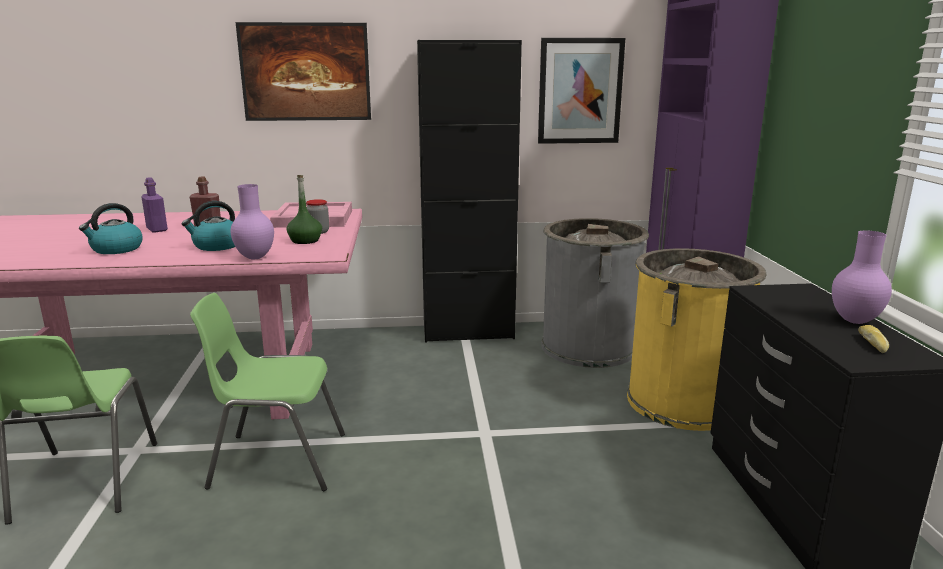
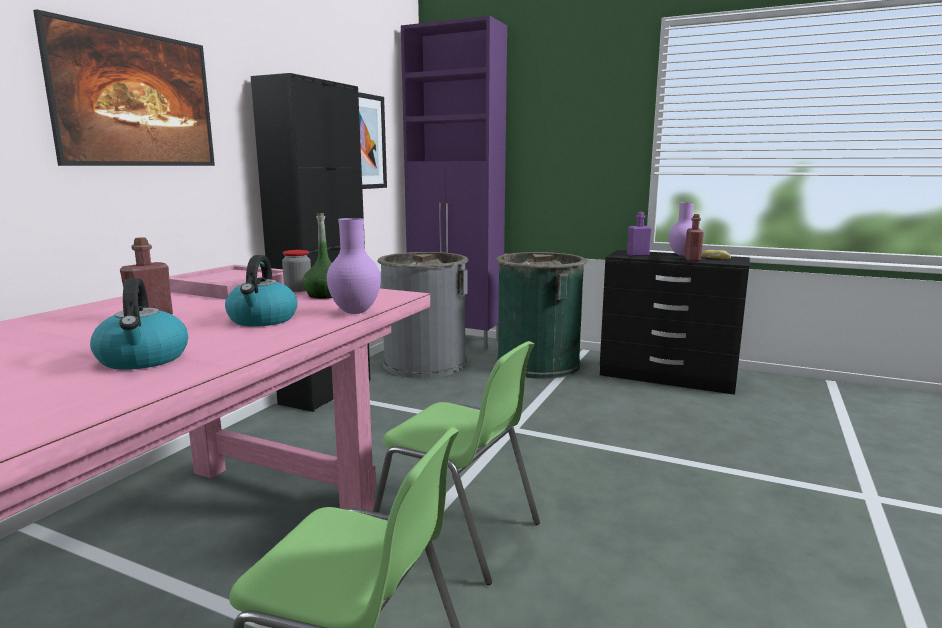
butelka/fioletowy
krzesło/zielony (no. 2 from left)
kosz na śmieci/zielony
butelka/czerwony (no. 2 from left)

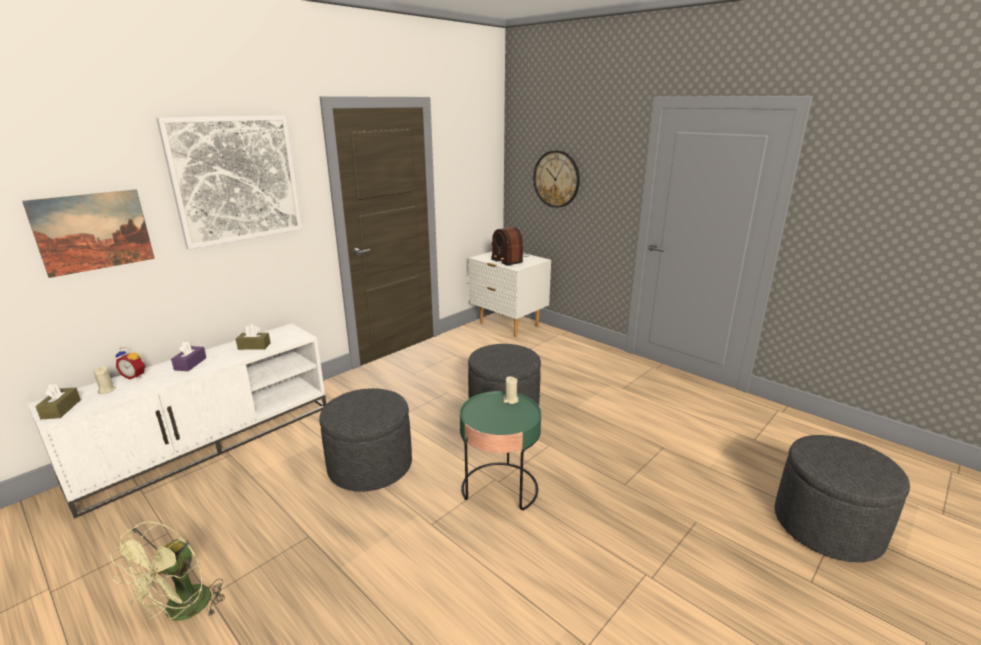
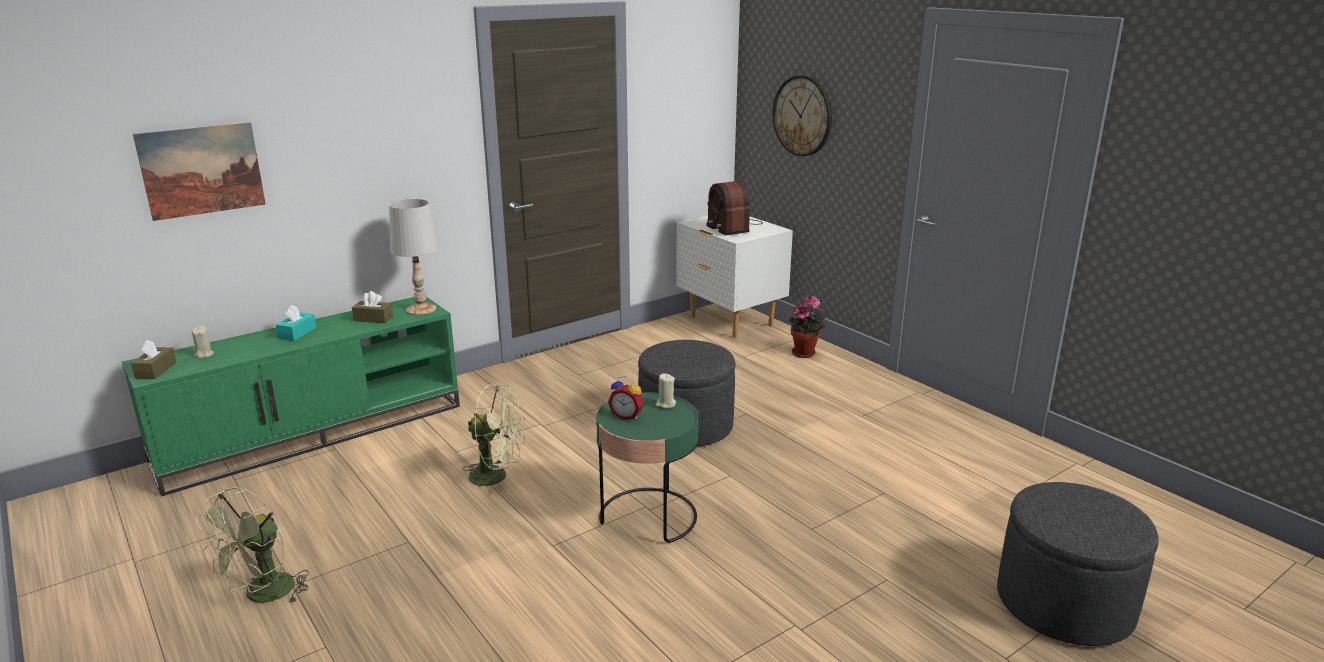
szafka pod telewizor/zielony
budzik
obraz (no. 2 from left in the first image)
pudełko chusteczek/turkusowy
wentylator/zielony (no. 2 from left)
lampa stołowa/biały
roślina doniczkowa

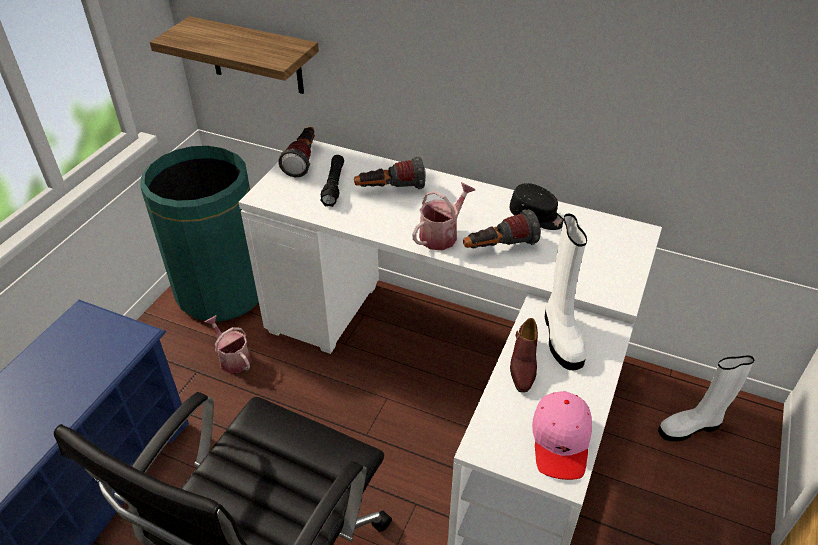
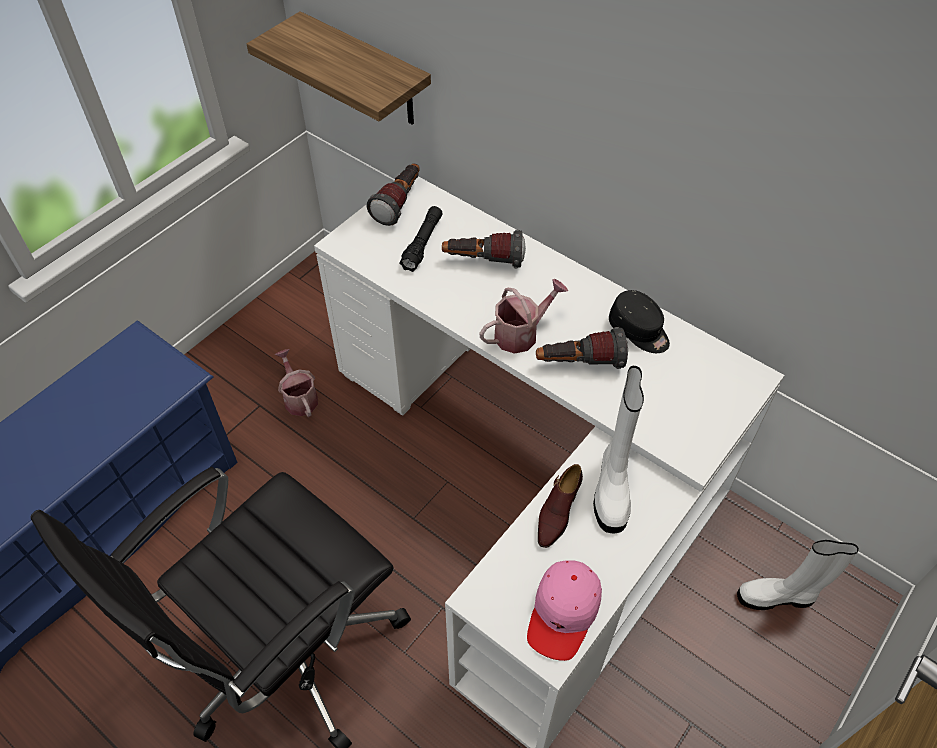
kosz na śmieci/zielony

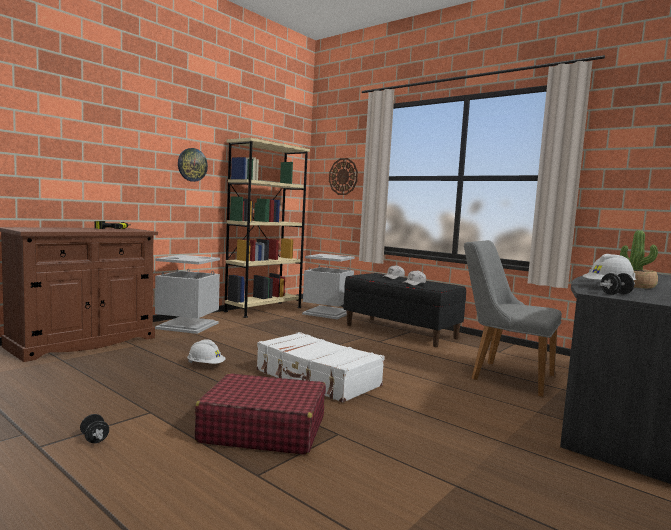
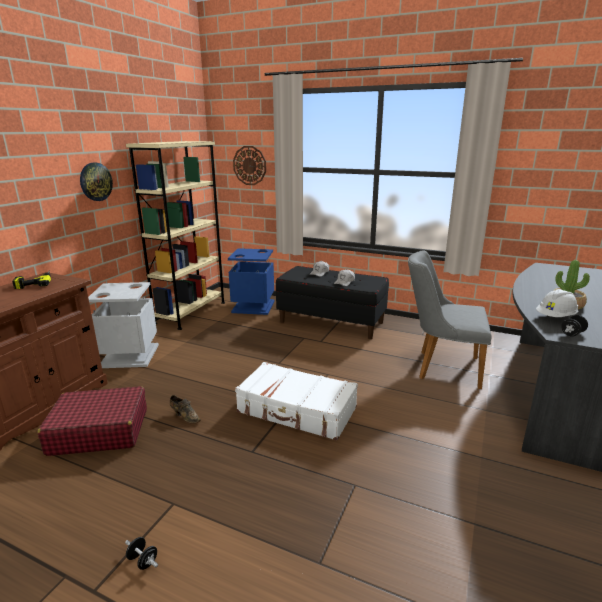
but/brązowy
walizka/czerwony
kosz na śmieci/niebieski

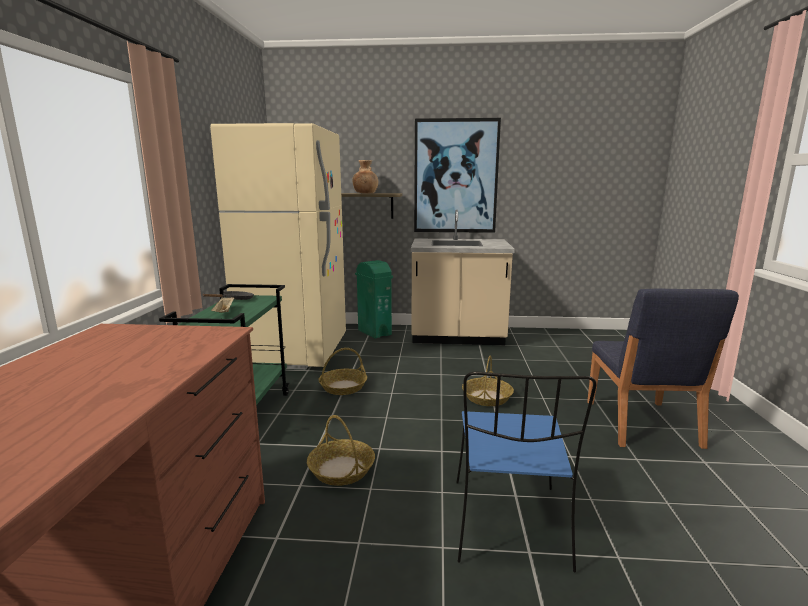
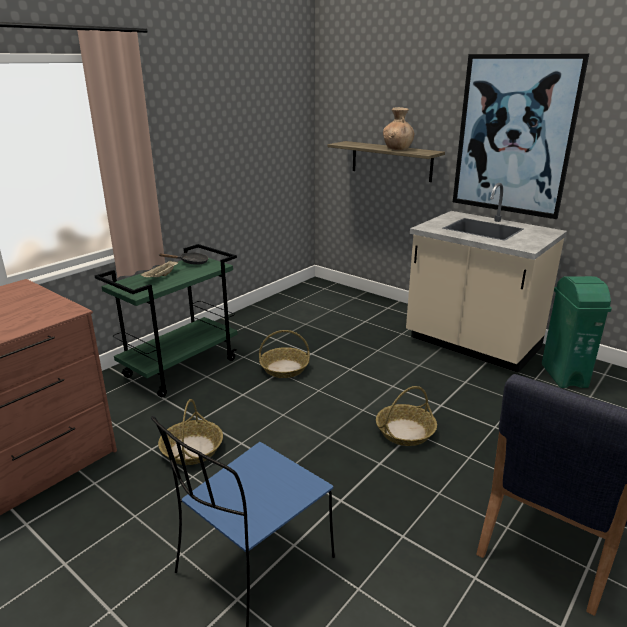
lodówka/beżowy
kosz na śmieci/zielony

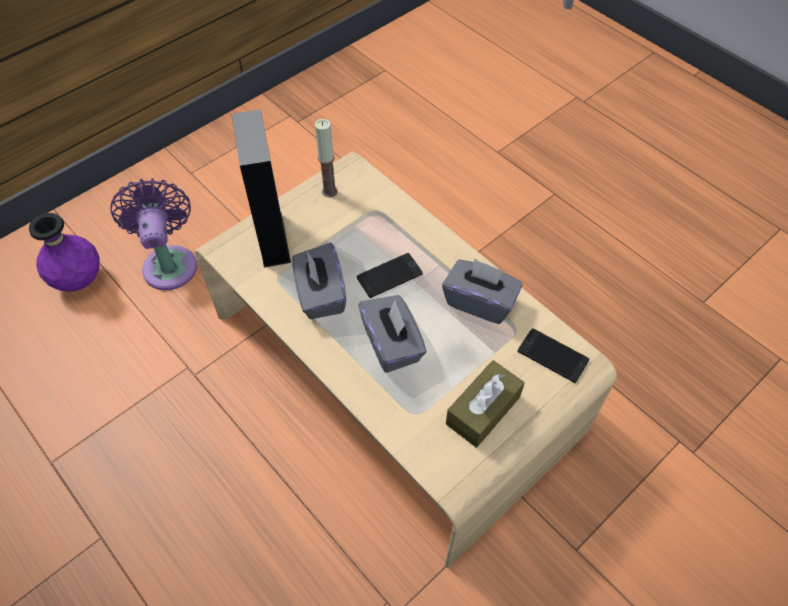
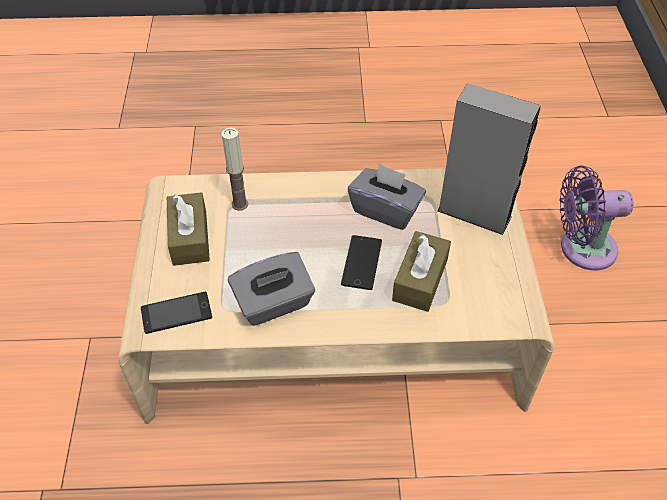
wazon/fioletowy
wentylator/fioletowy
świeca
pudełko chusteczek/szary (no. 2 from left in the first image)
pudełko chusteczek/brązowy (no. 2 from left)

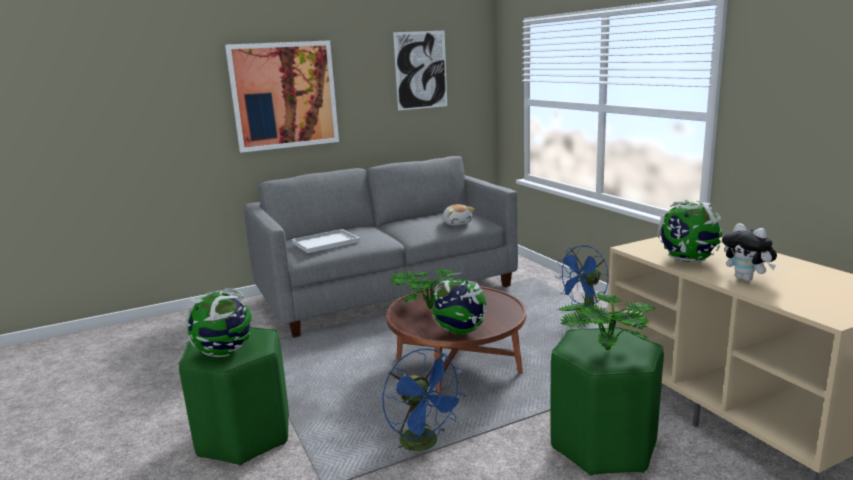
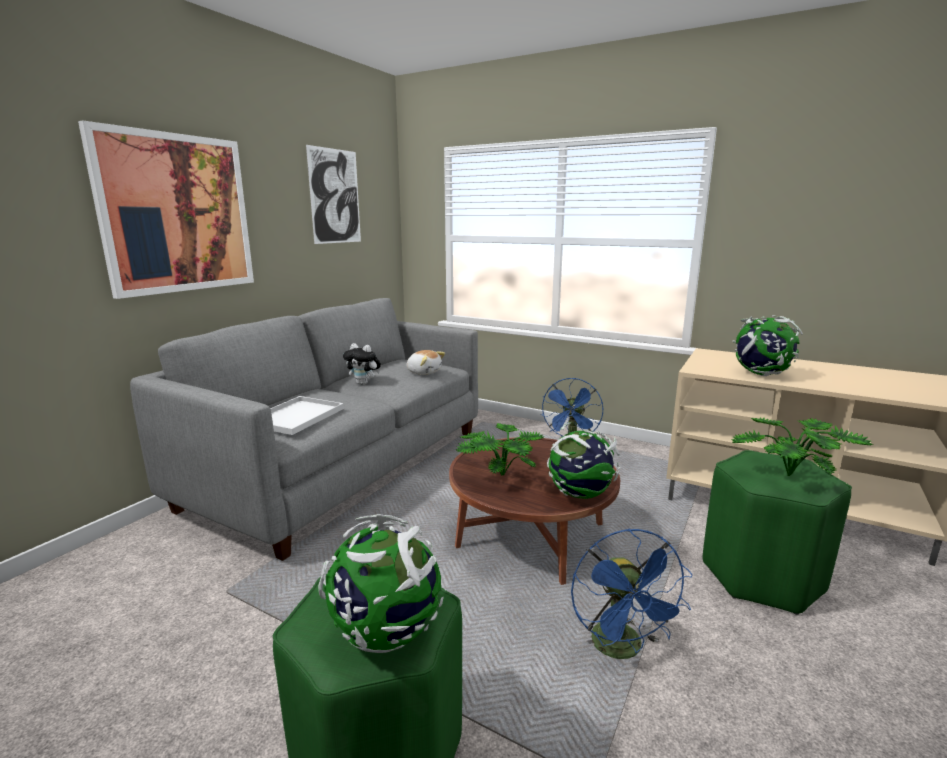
wentylator/niebieski (no. 2 from left)
pluszak (no. 1 from left)

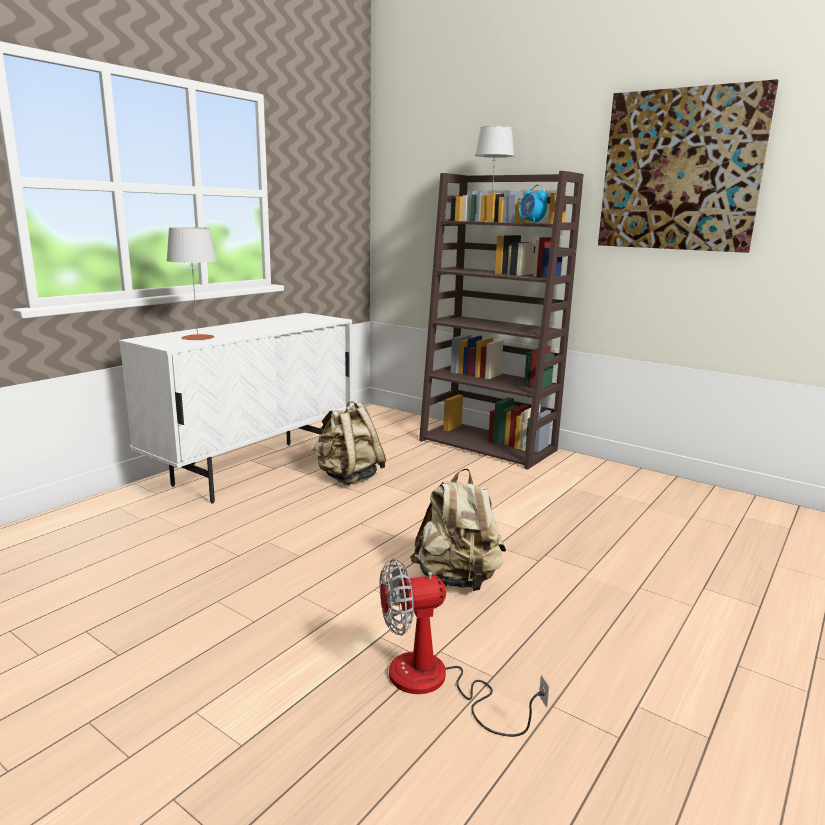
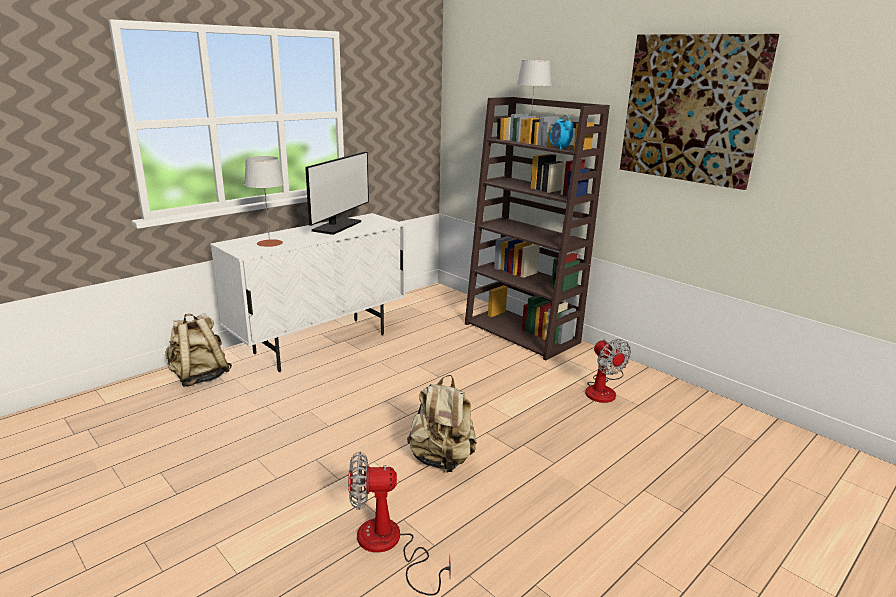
plecak/beżowy (no. 1 from left)
monitor
wentylator (no. 2 from left)

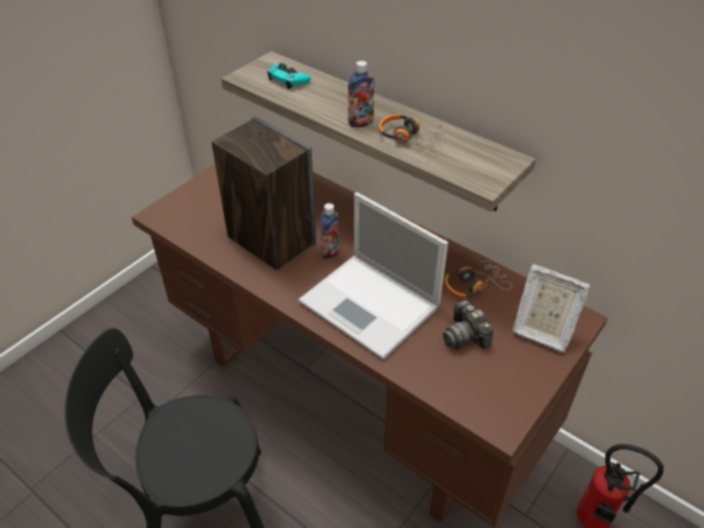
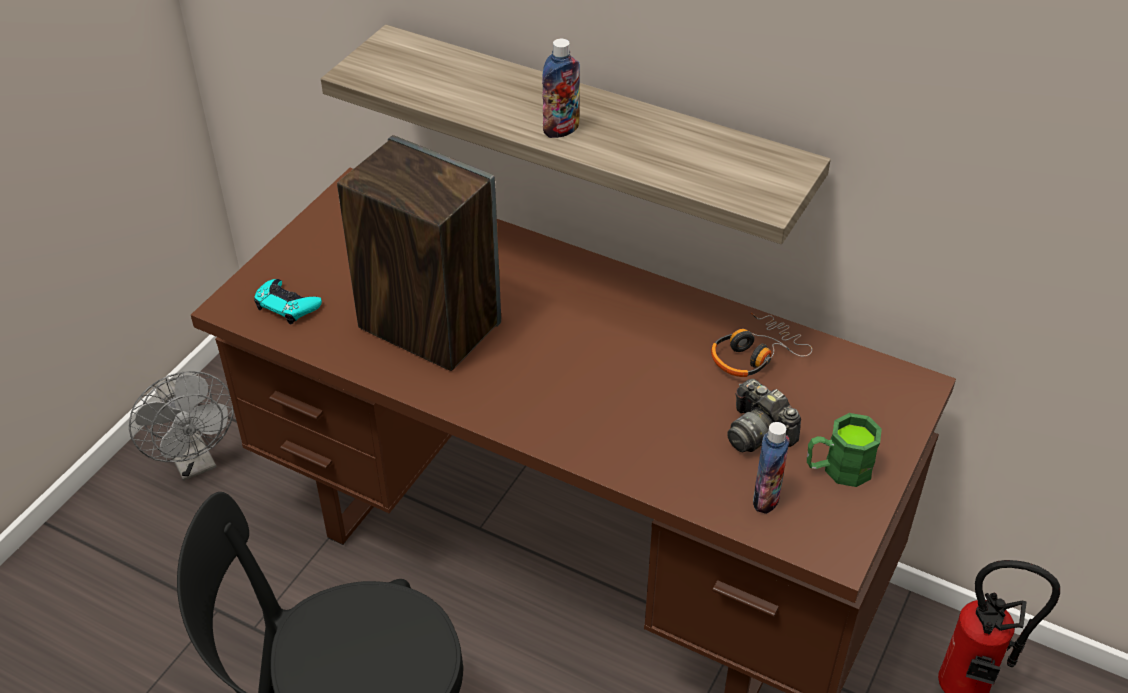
pad do gier/turkusowy
laptop
butelka (no. 2 from left)
słuchawki (no. 1 from left in the first image)
ramka na zdjęcie
wentylator/szary
kubek/zielony

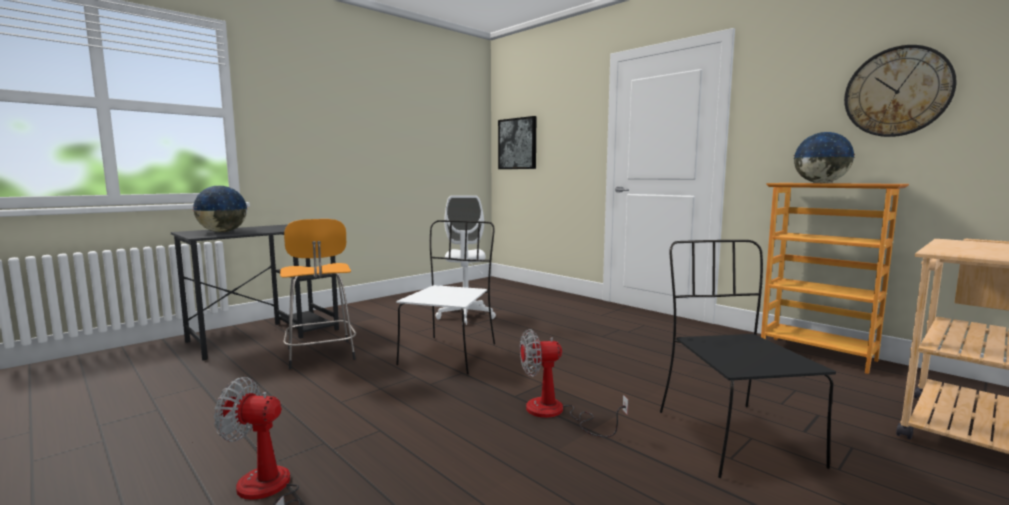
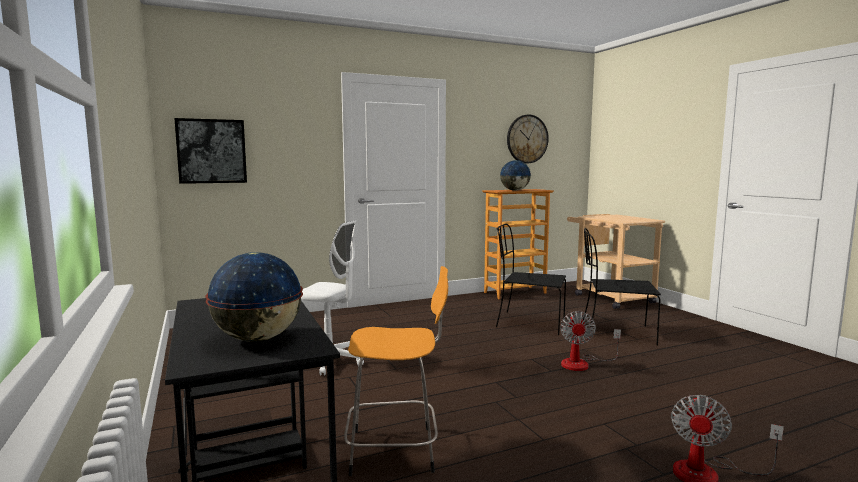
krzesło/biały
krzesło/czarny (no. 1 from left)

